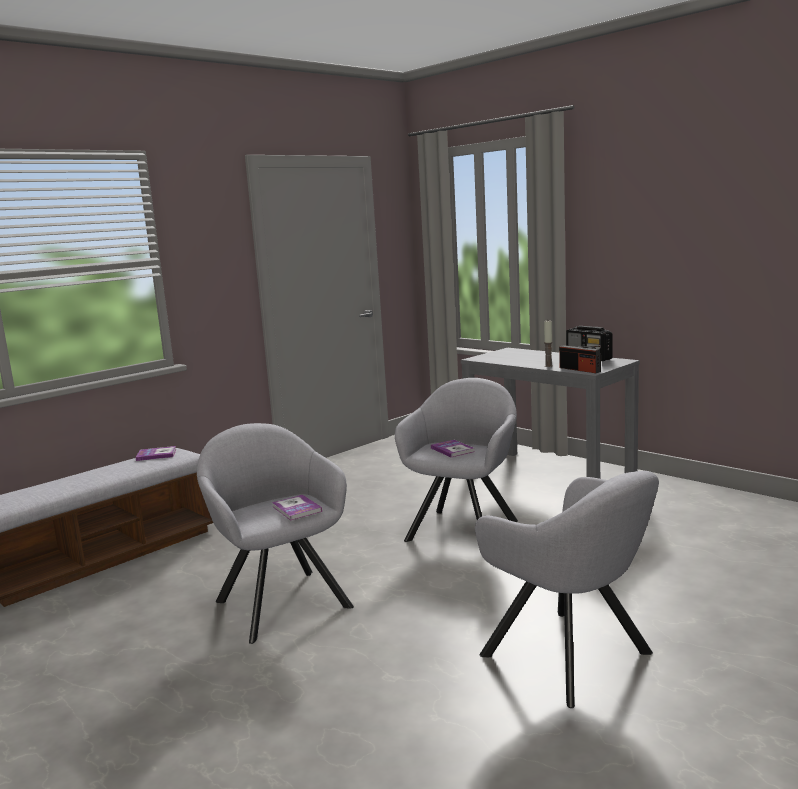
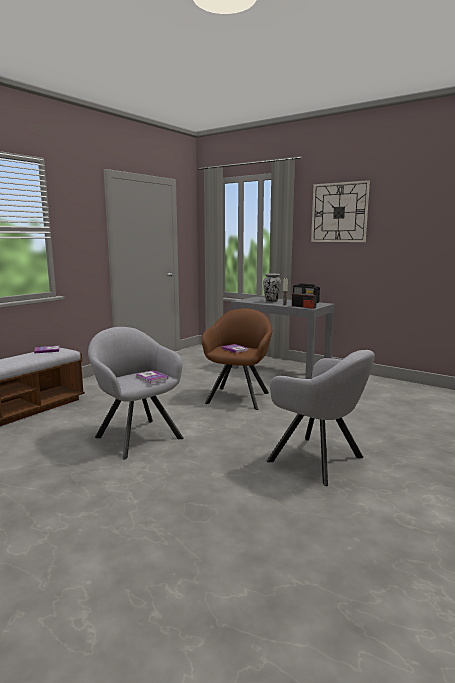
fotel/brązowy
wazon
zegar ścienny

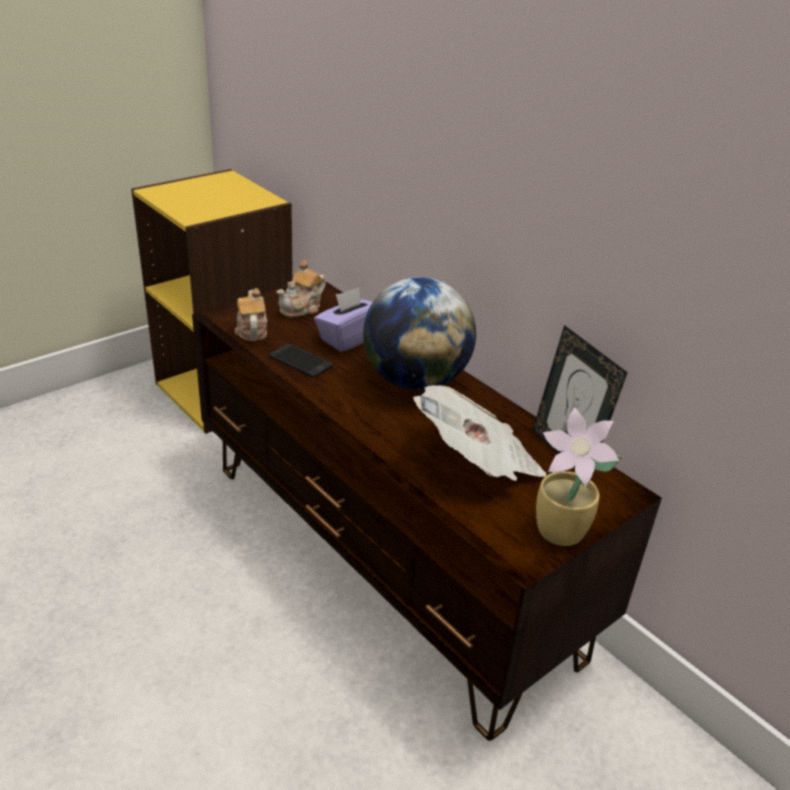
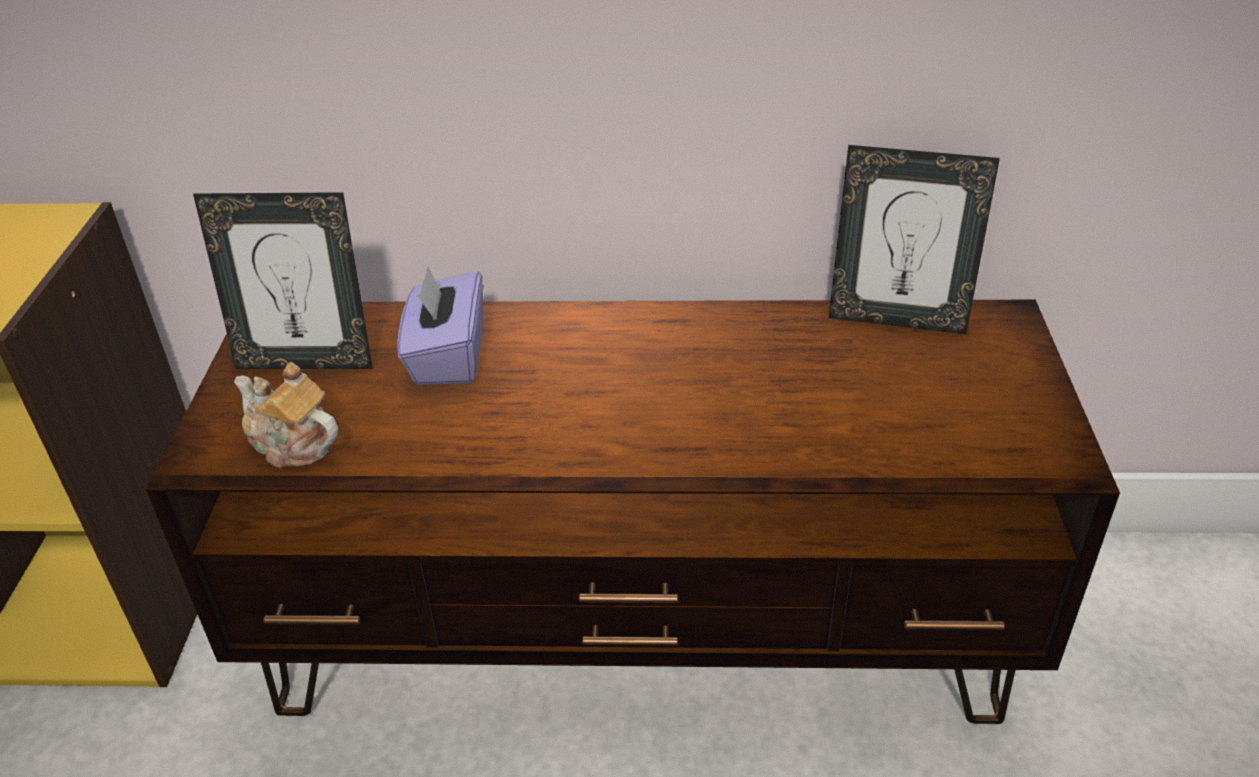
telefon
ramka na zdjęcie (no. 1 from left)
globus
gazeta
roślina doniczkowa

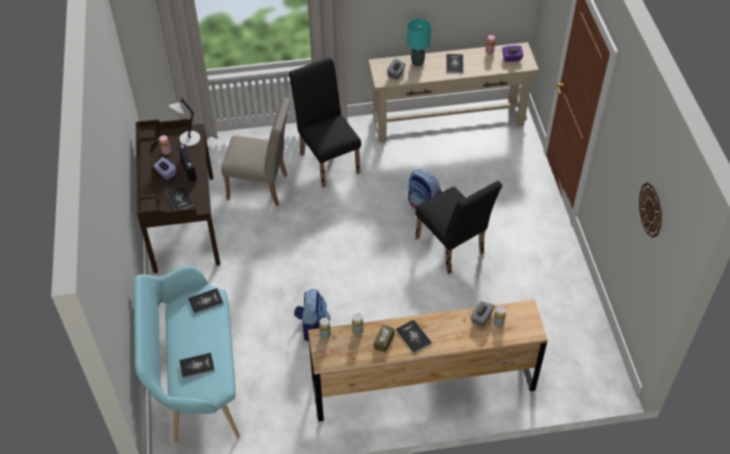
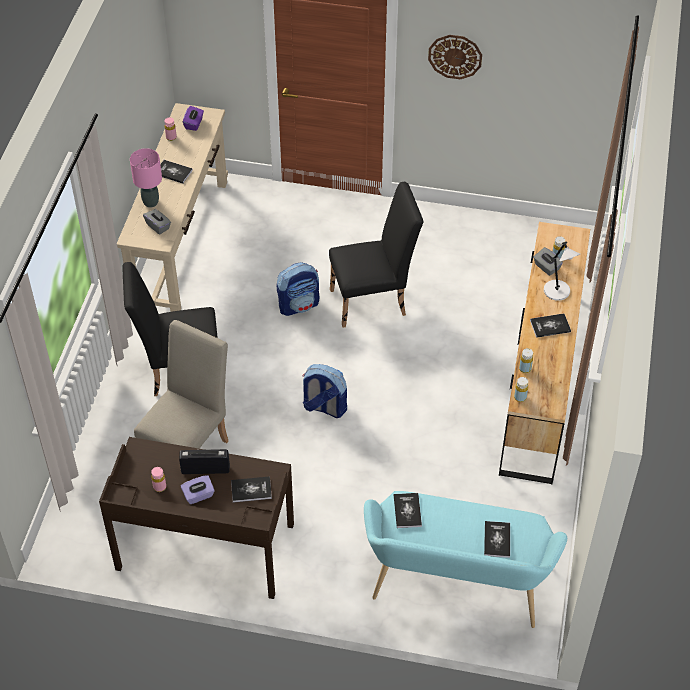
lampa stołowa/biały
plecak (no. 2 from left)
pudełko chusteczek/brązowy
lampa stołowa/różowy
zegar ścienny

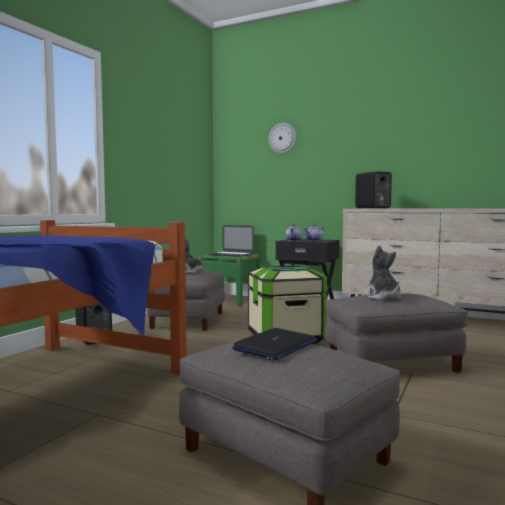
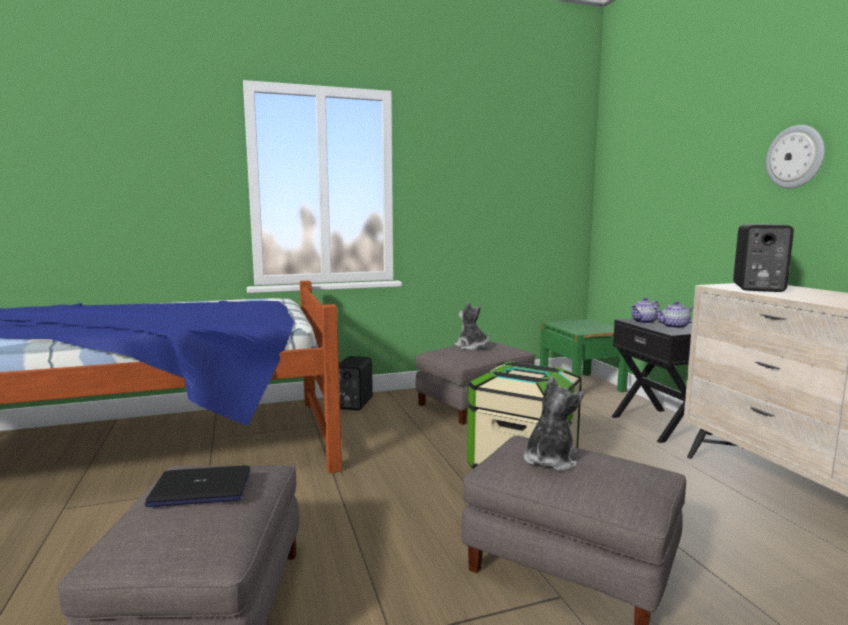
laptop (no. 1 from left in the first image)
zegar ścienny

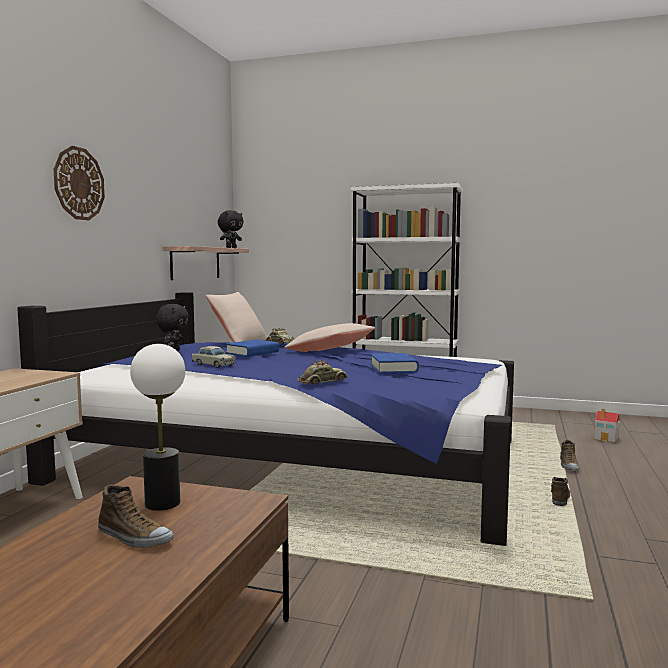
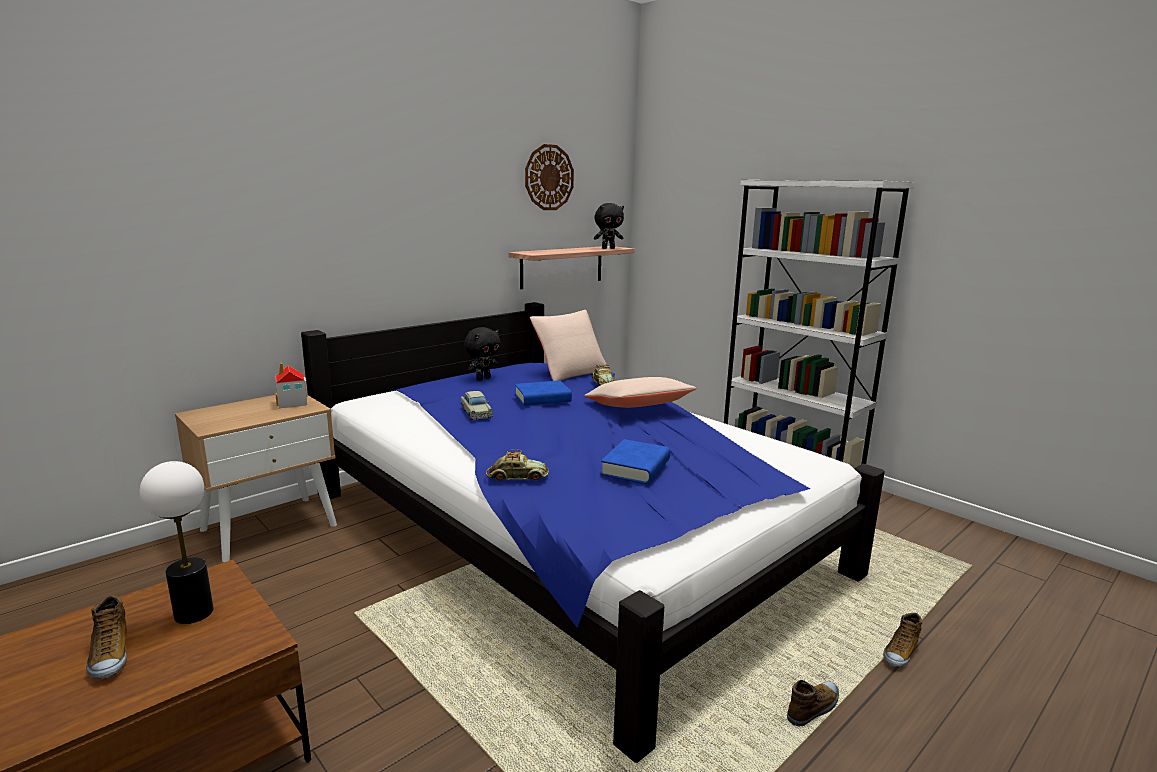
zegar ścienny
domek

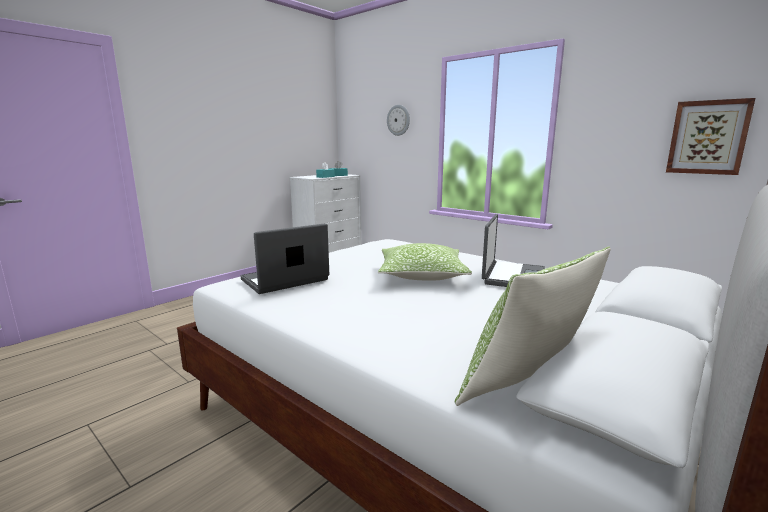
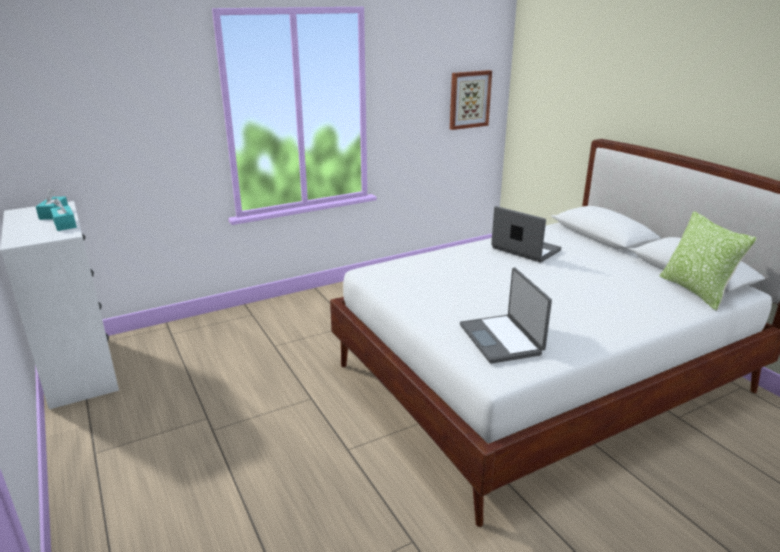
poduszka (no. 1 from left in the first image)
zegar ścienny

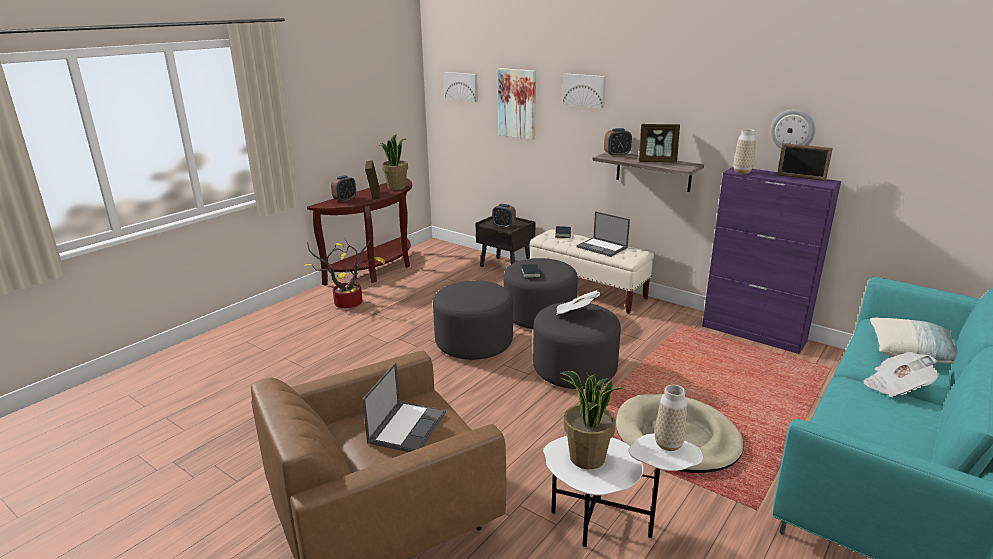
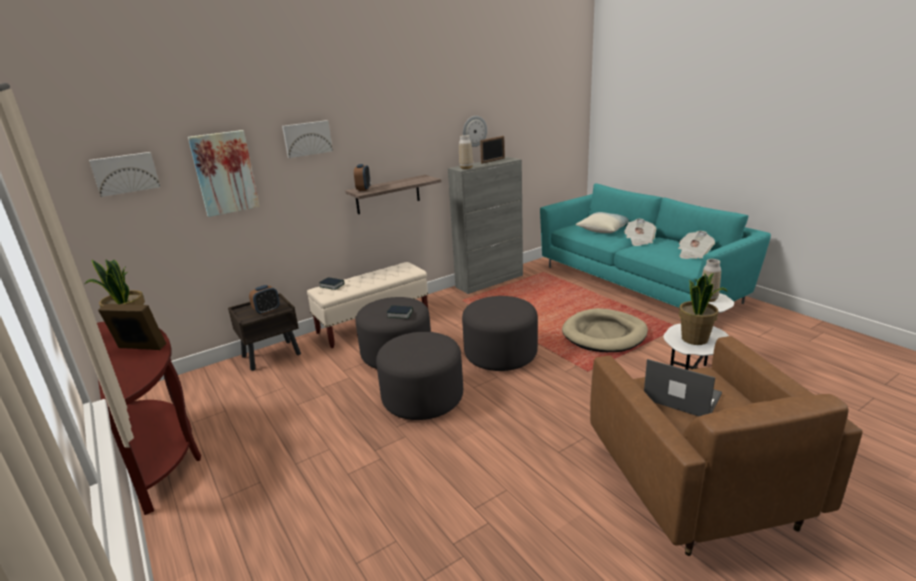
roślina doniczkowa (no. 1 from left in the first image)
budzik (no. 1 from left in the first image)
gazeta (no. 2 from left)
laptop (no. 2 from left in the first image)
ramka na zdjęcie (no. 2 from left in the first image)
szafka/szary

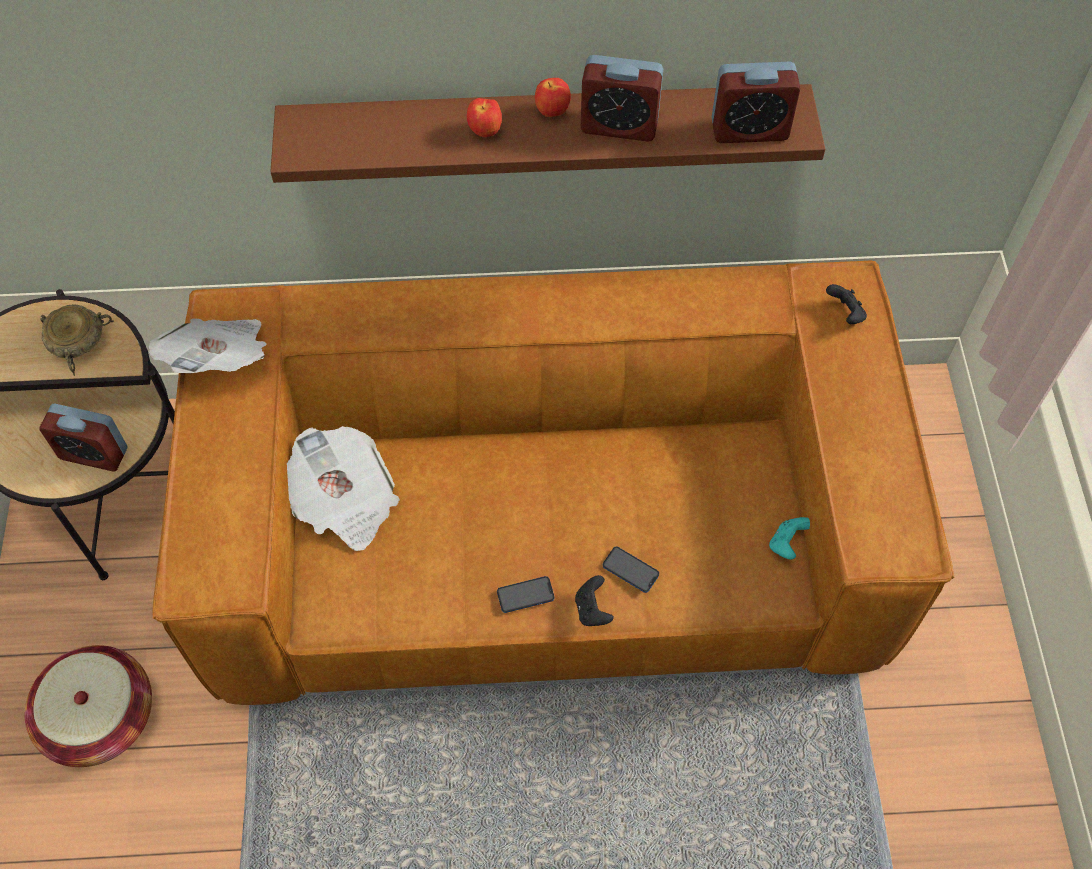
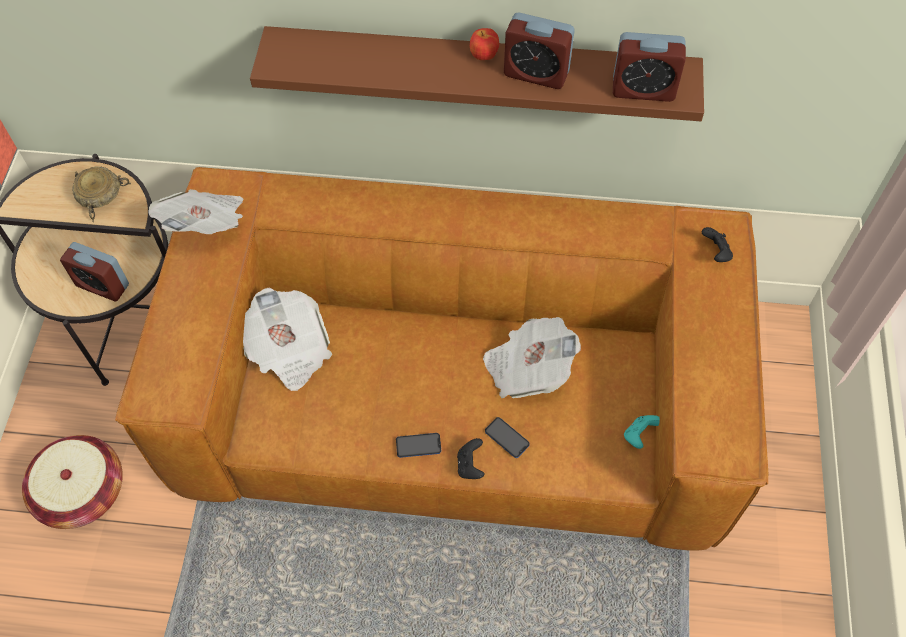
jabłko (no. 1 from left in the first image)
gazeta (no. 3 from left)

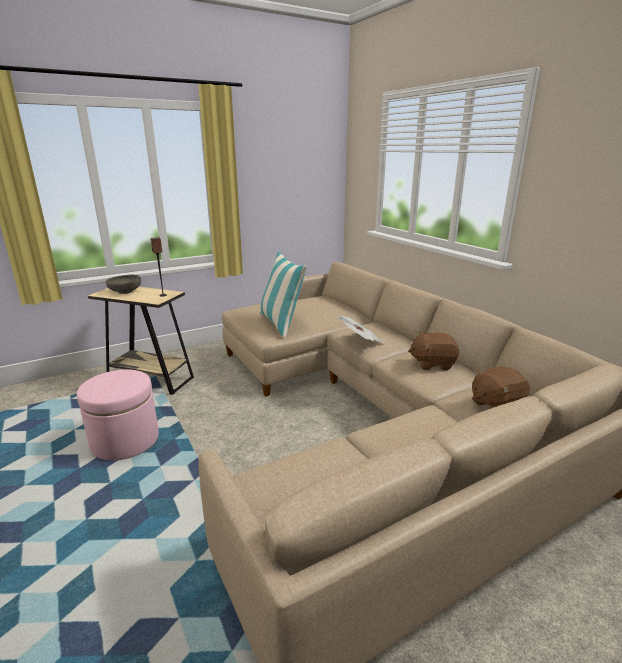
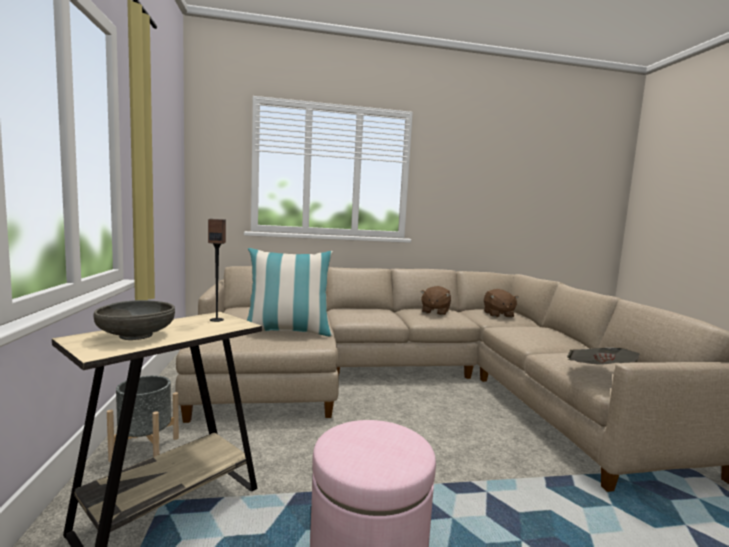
gazeta
donica/szary

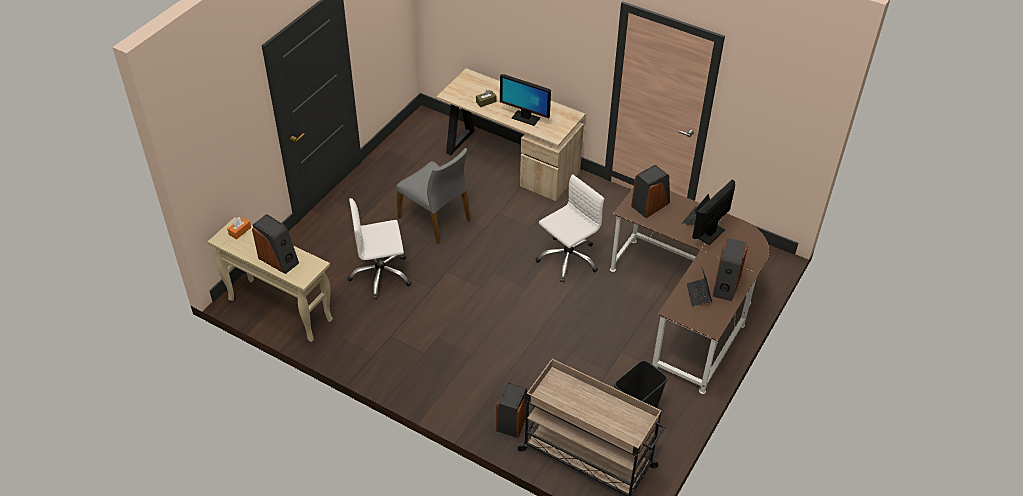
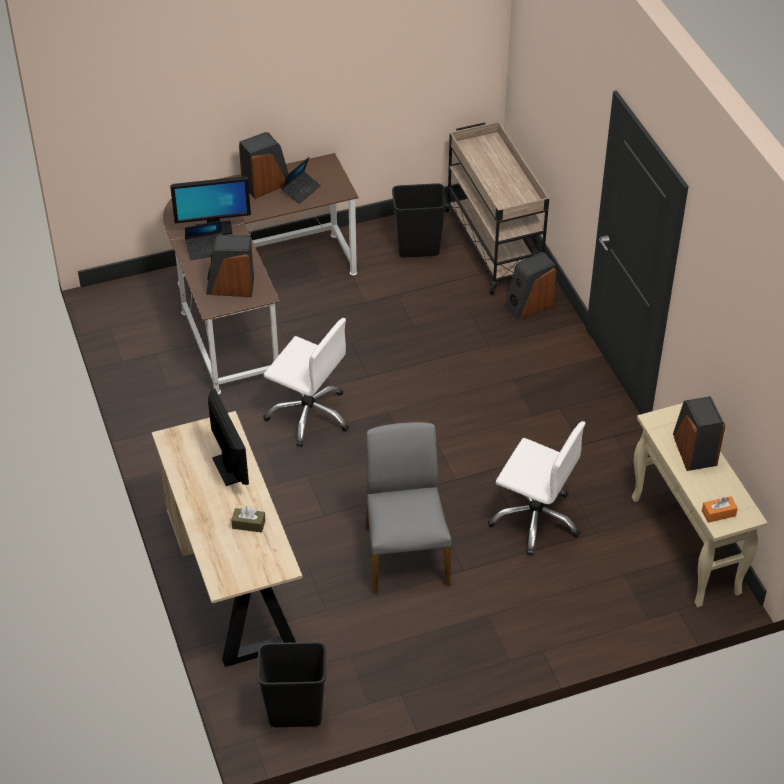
krzesło biurowe/biały (no. 1 from left)
kosz na śmieci/czarny (no. 1 from left)

